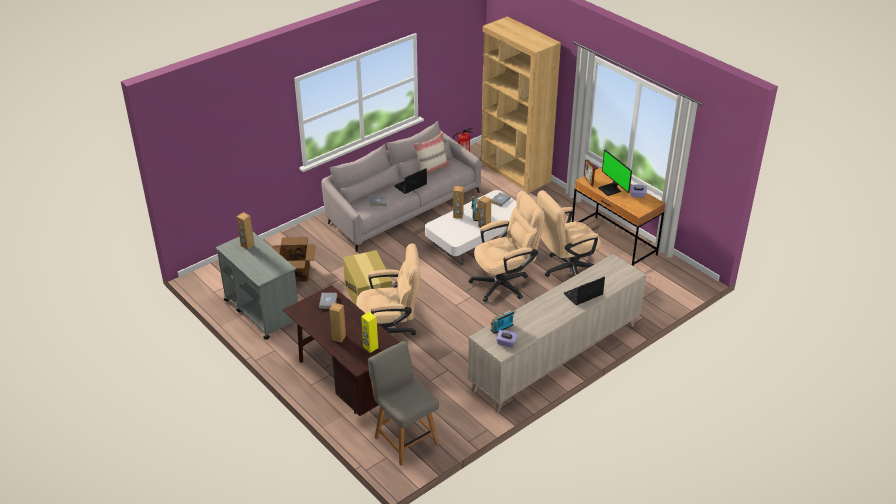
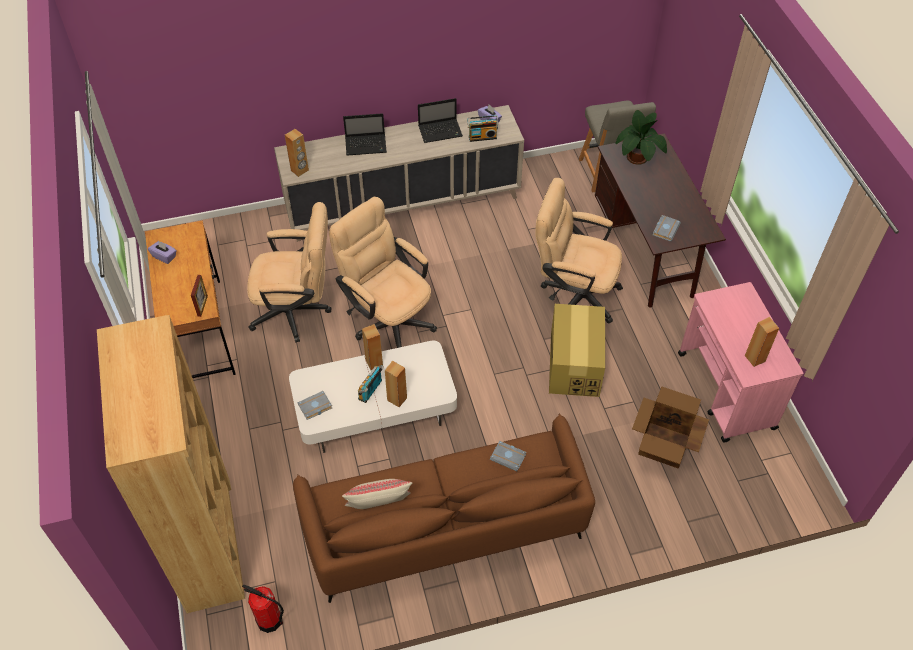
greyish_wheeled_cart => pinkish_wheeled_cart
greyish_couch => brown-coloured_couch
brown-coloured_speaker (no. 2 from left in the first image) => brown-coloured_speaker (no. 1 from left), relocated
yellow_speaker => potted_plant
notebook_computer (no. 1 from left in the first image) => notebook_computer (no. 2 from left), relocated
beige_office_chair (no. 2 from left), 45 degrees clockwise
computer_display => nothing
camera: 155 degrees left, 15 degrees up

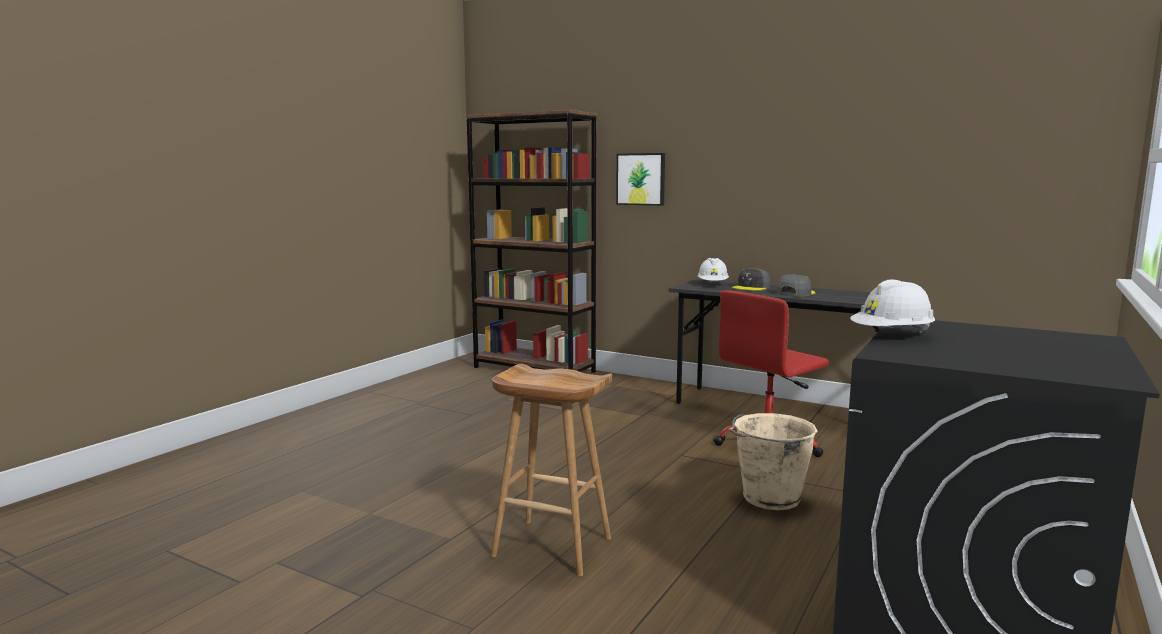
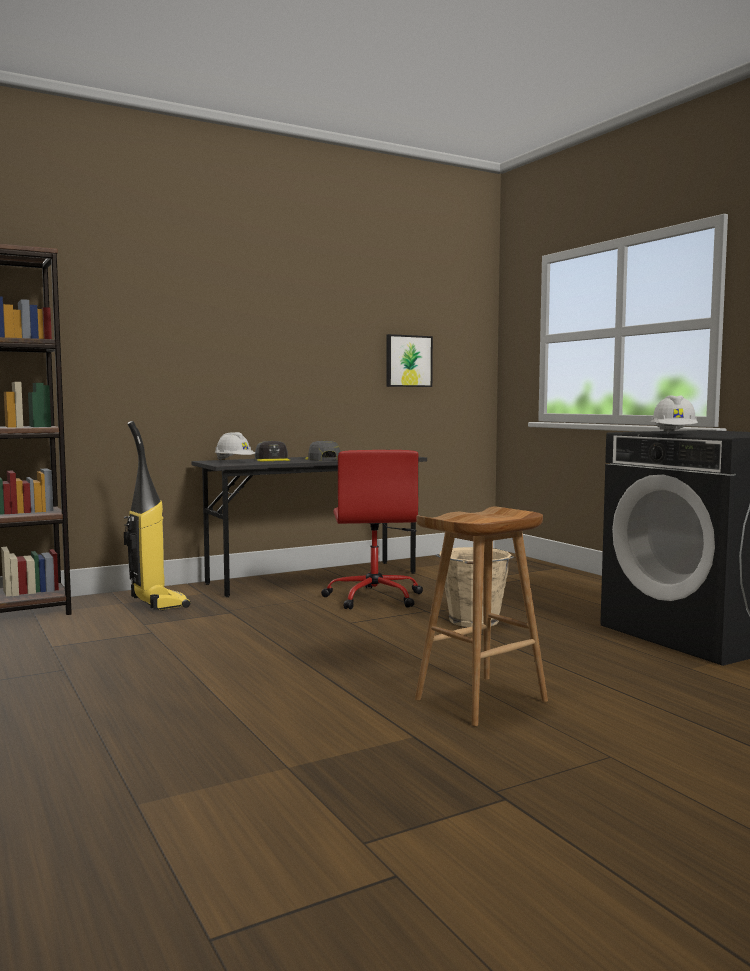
picture, relocated
nothing => vacuum
camera: 60 degrees left, 5 degrees down

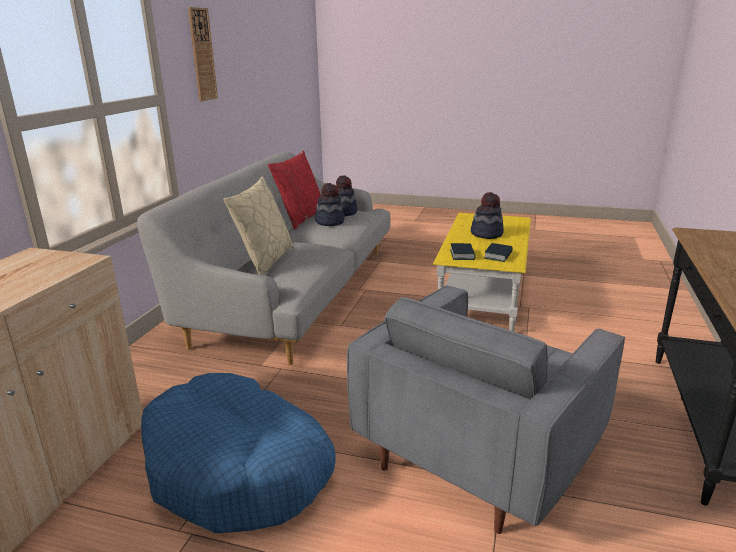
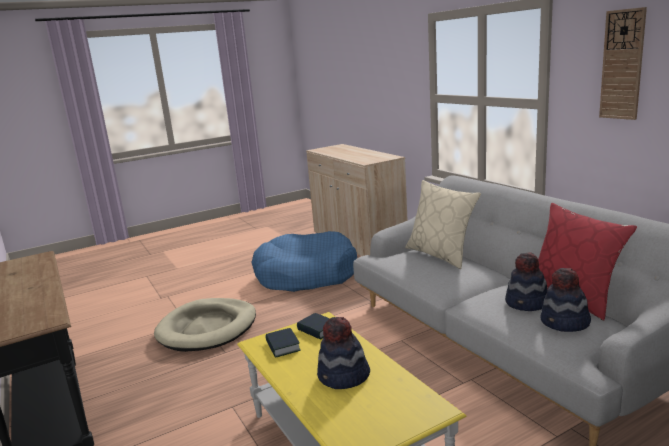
greyish_easy_chair => beige_pet_bed
camera: 135 degrees right, 5 degrees down

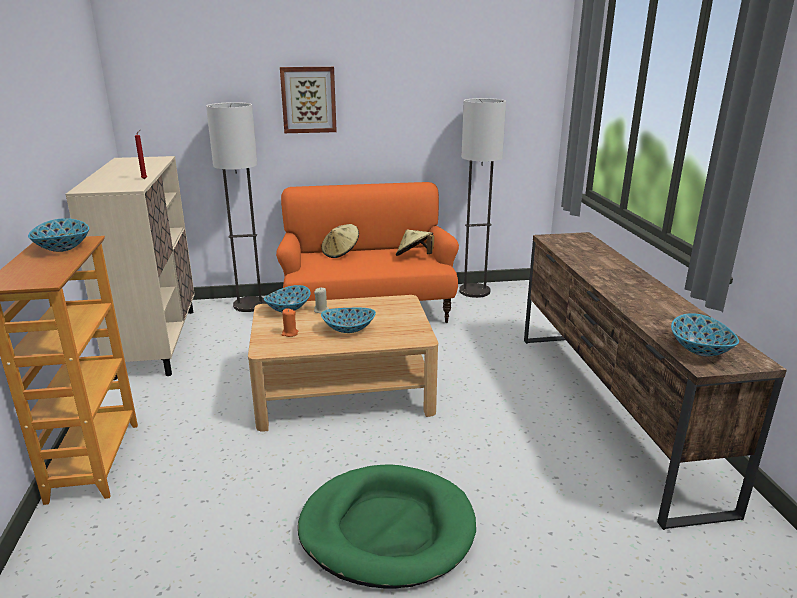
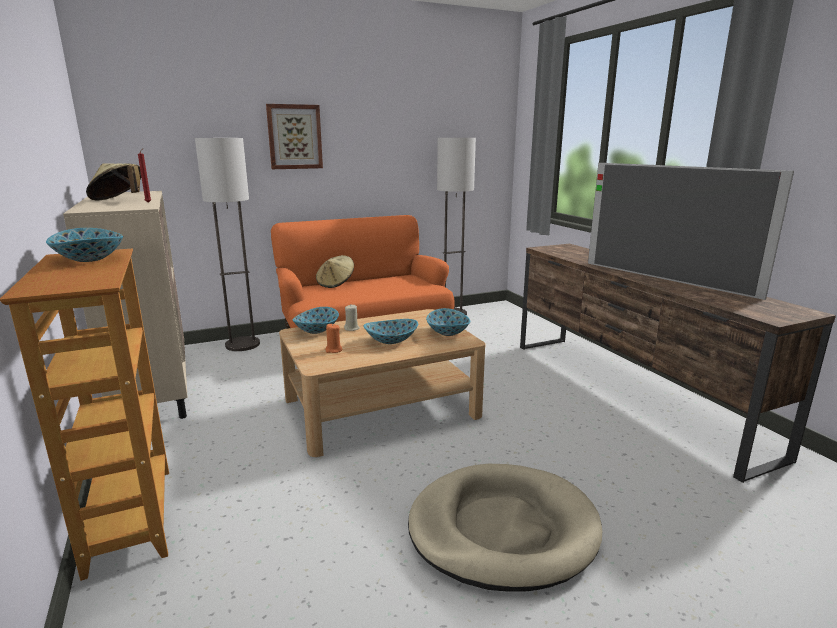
greenish_pet_bed => beige_pet_bed
beige_clothing_hat (no. 2 from left in the first image) => beige_clothing_hat (no. 1 from left), relocated
deep_dish (no. 4 from left), relocated
nothing => TV_set
camera: 15 degrees left, 5 degrees down

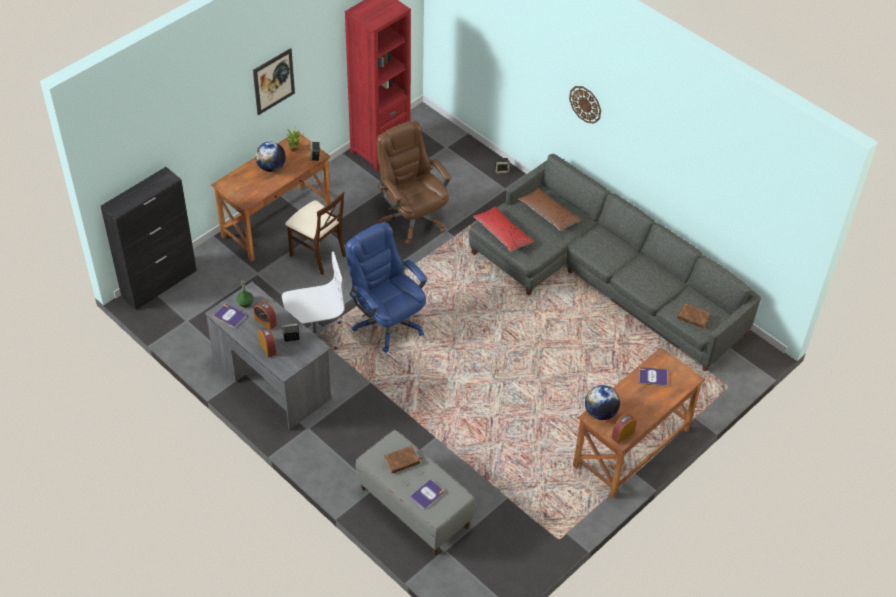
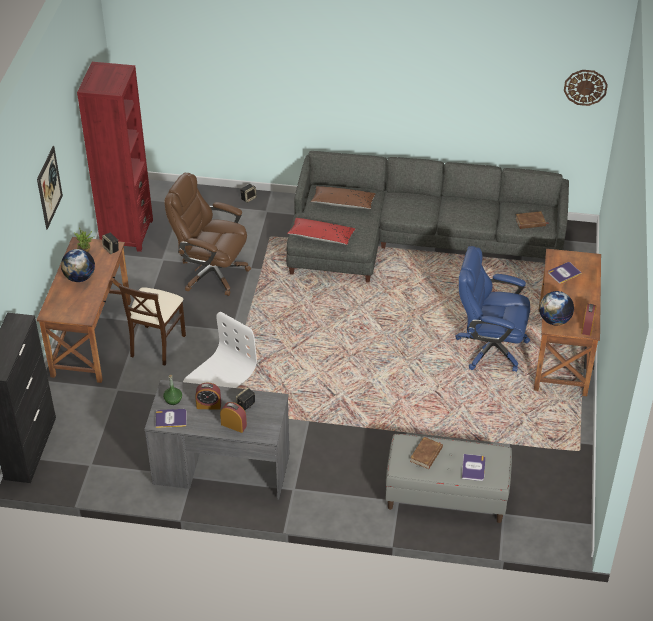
beige_upright_chair, 105 degrees clockwise
bluish_office_chair, relocated
wall_clock, relocated
camera: 35 degrees left, 5 degrees down

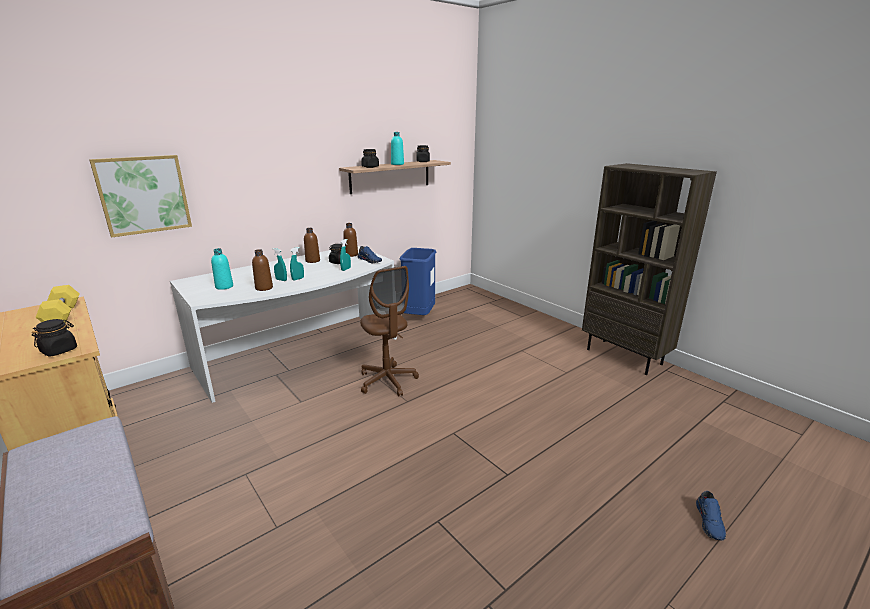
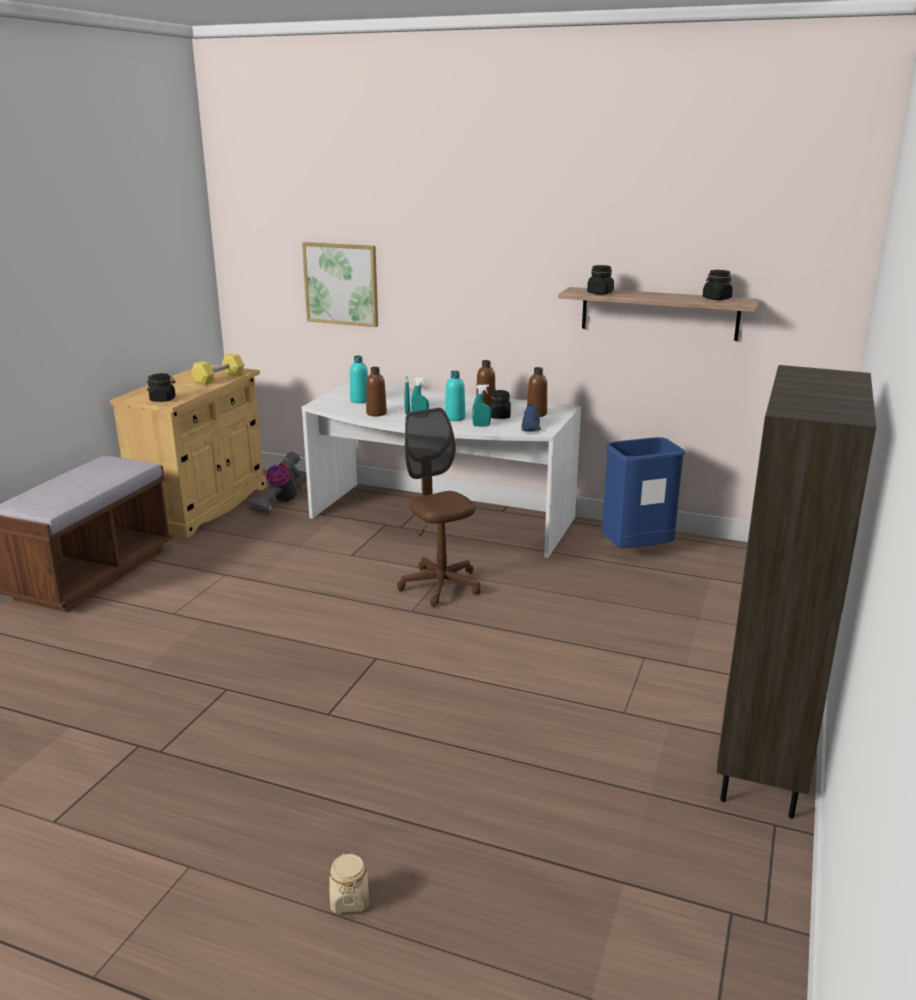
brown-coloured_office_chair, 120 degrees clockwise
blue-green_bottle (no. 2 from left), relocated
bluish_item_of_footwear (no. 2 from left) => beige_storage_jar
nothing => vacuum
camera: 60 degrees right, 0 degrees up

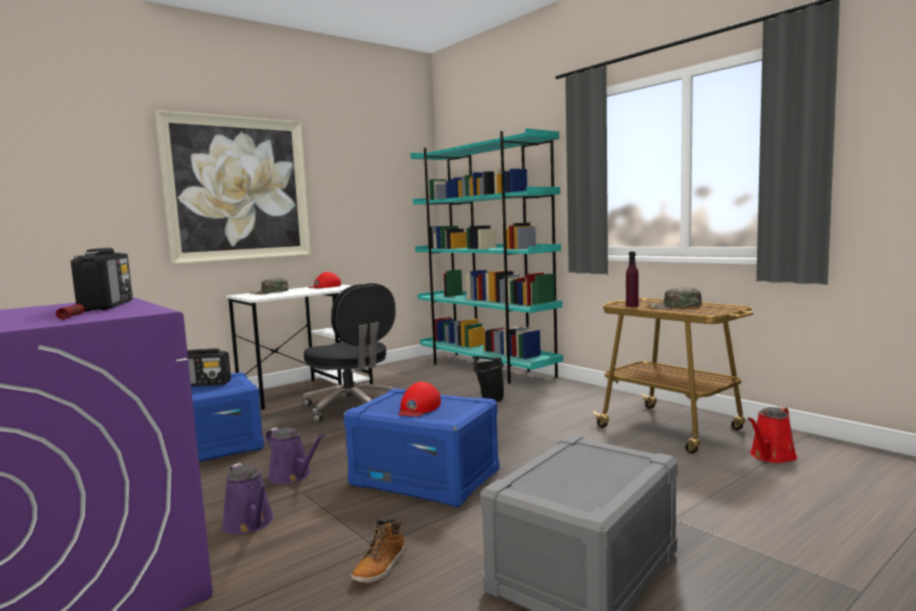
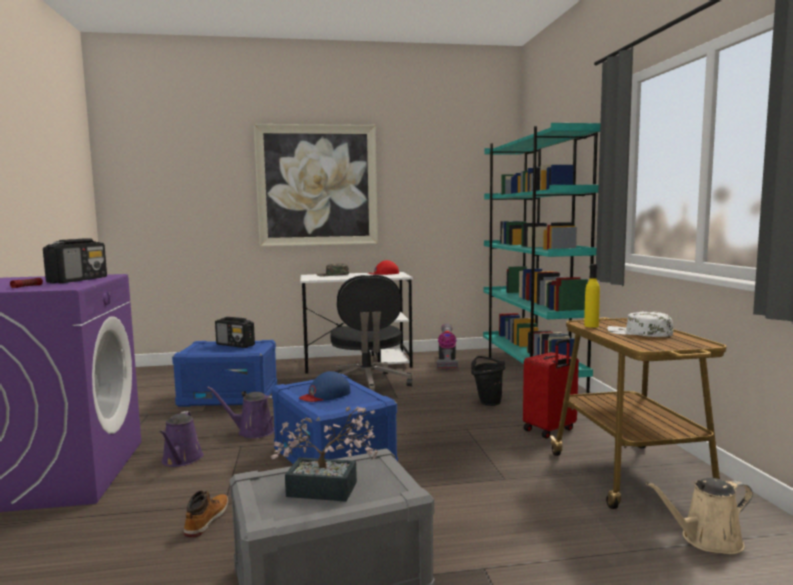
purple_watering_pot (no. 2 from left), 120 degrees clockwise
tall_boot, 135 degrees clockwise
red-coloured_peaked_cap (no. 2 from left) => bluish_peaked_cap
purple_bottle => yellow_bottle
greenish_peaked_cap (no. 2 from left) => white_peaked_cap
red-coloured_watering_pot => beige_watering_pot
nothing => potted_plant
nothing => vacuum
nothing => red-coloured_piece_of_luggage
camera: 30 degrees right, 0 degrees up

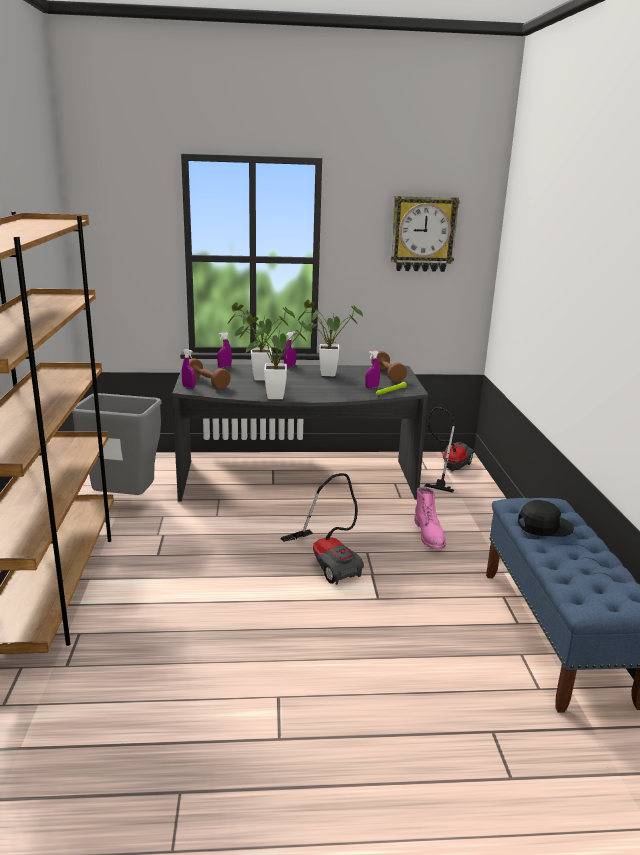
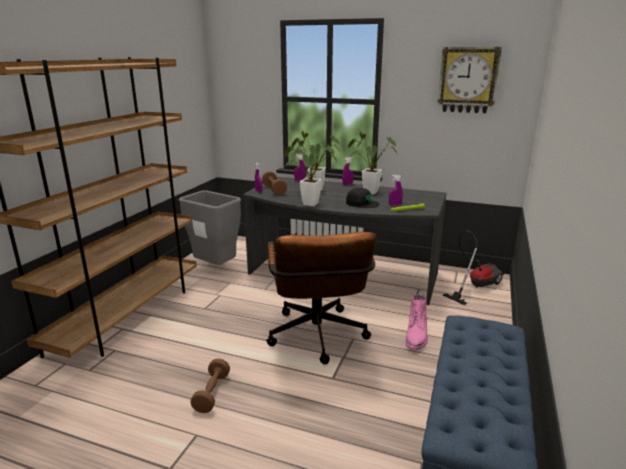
vacuum (no. 1 from left) => brown-coloured_office_chair
brown-coloured_free_weight (no. 2 from left in the first image) => brown-coloured_free_weight (no. 1 from left), relocated
blackish_peaked_cap, relocated
camera: 25 degrees right, 0 degrees up

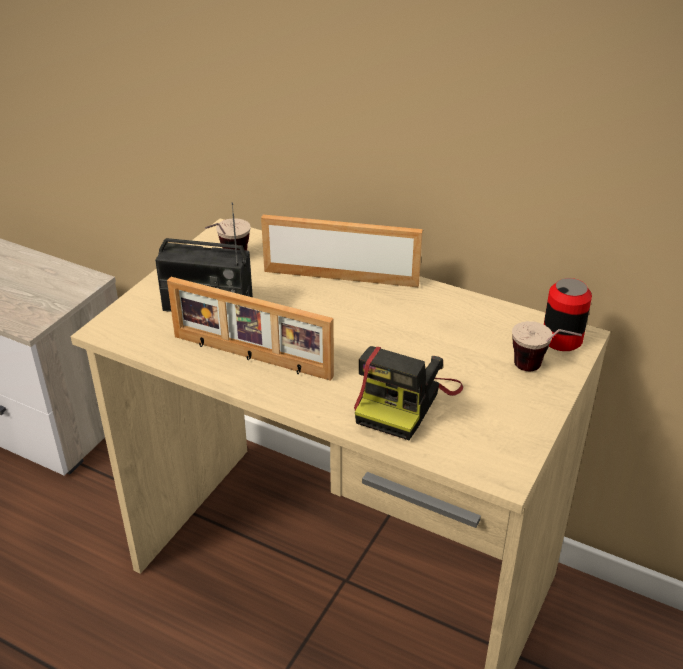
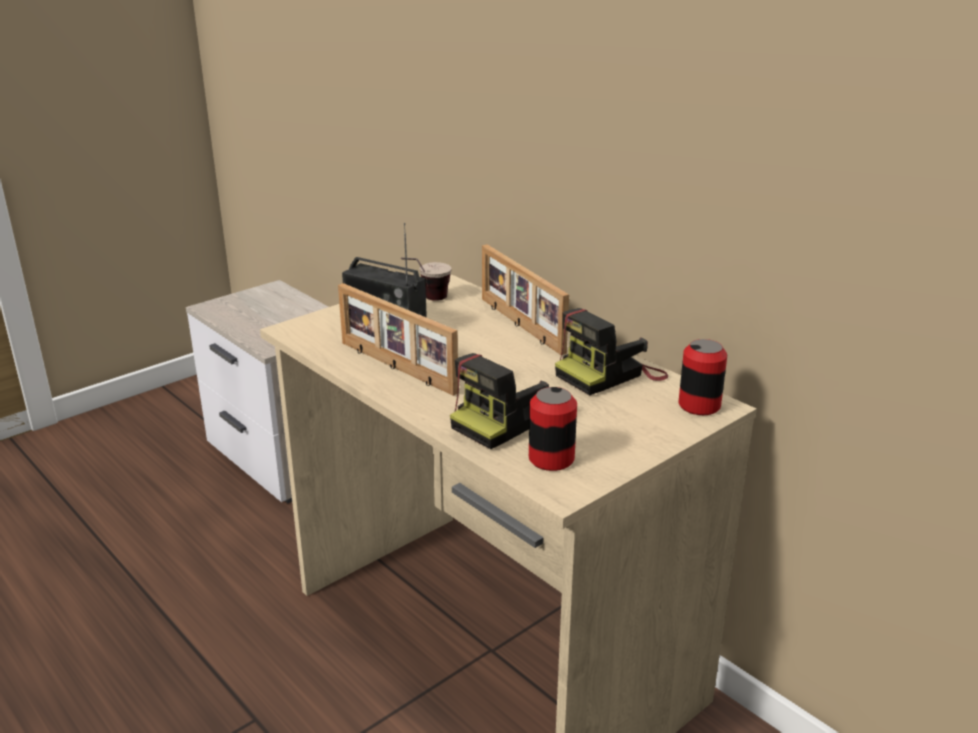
photo_frame (no. 2 from left), 150 degrees counterclockwise
cup (no. 2 from left) => nothing
nothing => metal_can (no. 1 from left)
nothing => still_camera (no. 2 from left)
camera: 20 degrees right, 10 degrees down

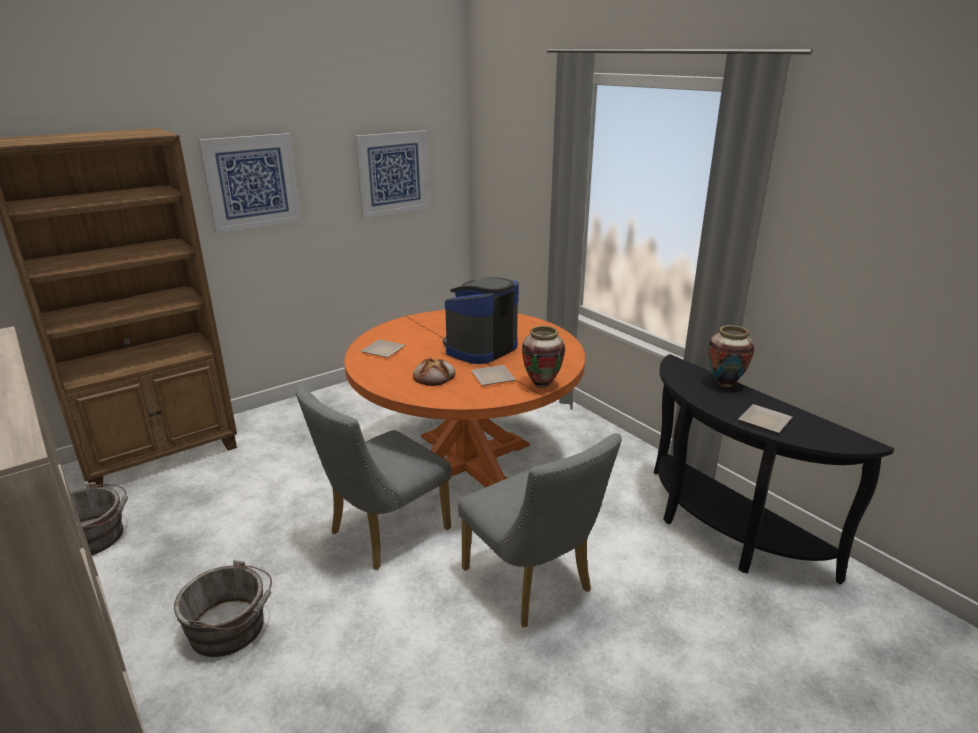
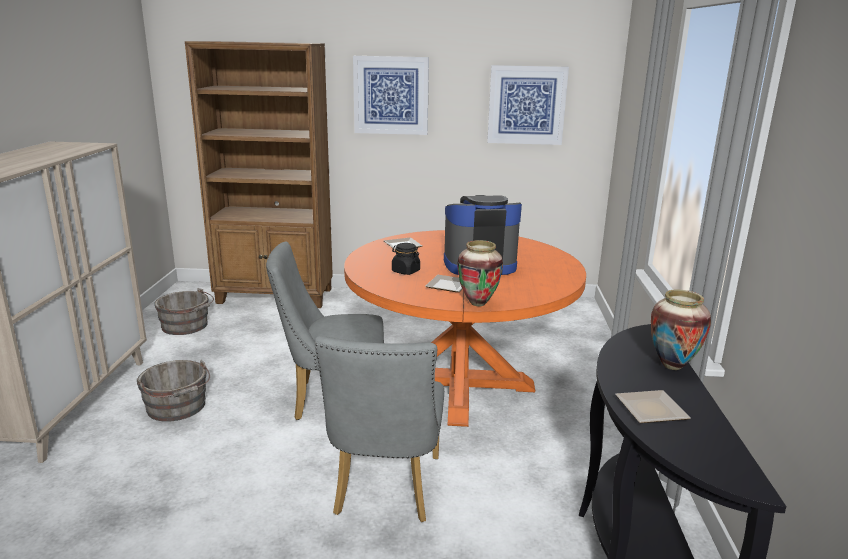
bread => blackish_storage_jar
camera: 40 degrees right, 5 degrees down

